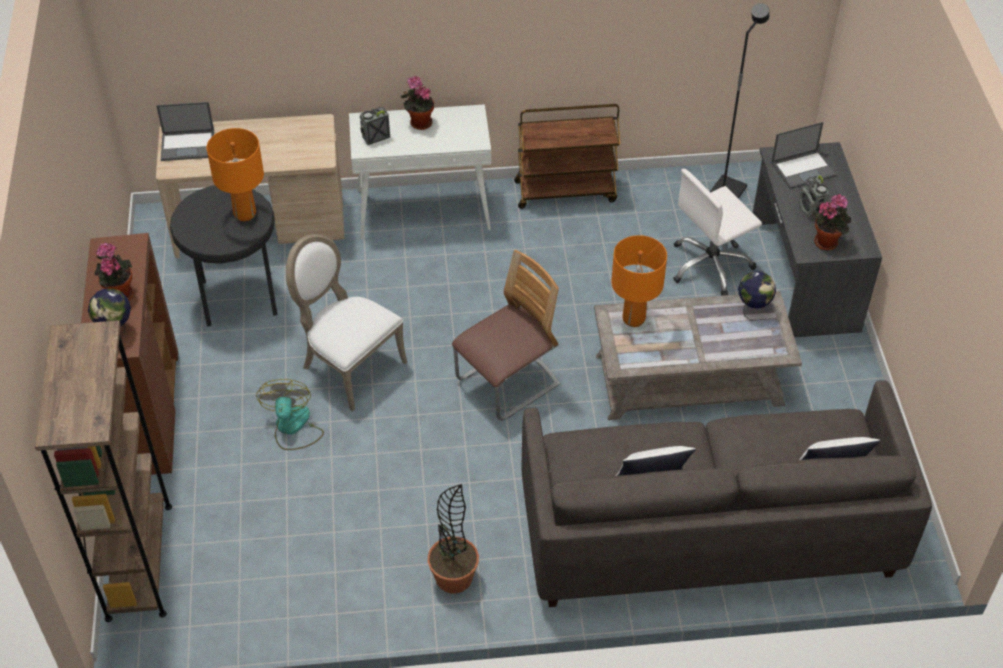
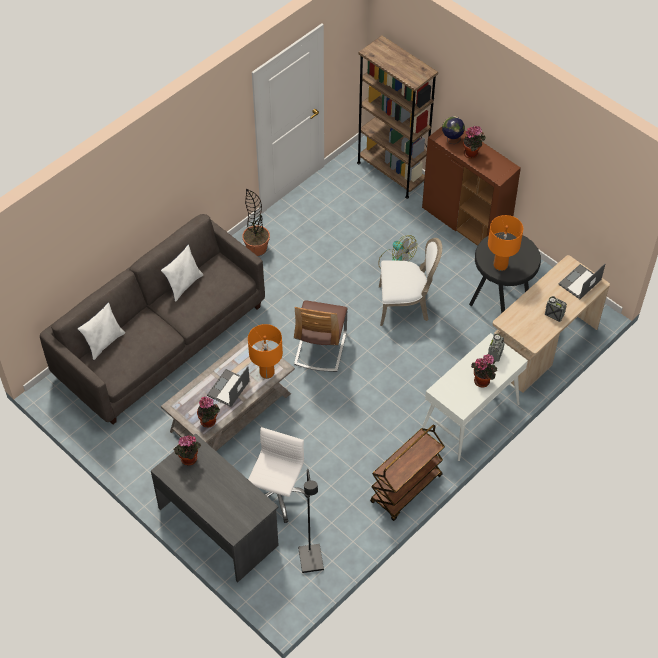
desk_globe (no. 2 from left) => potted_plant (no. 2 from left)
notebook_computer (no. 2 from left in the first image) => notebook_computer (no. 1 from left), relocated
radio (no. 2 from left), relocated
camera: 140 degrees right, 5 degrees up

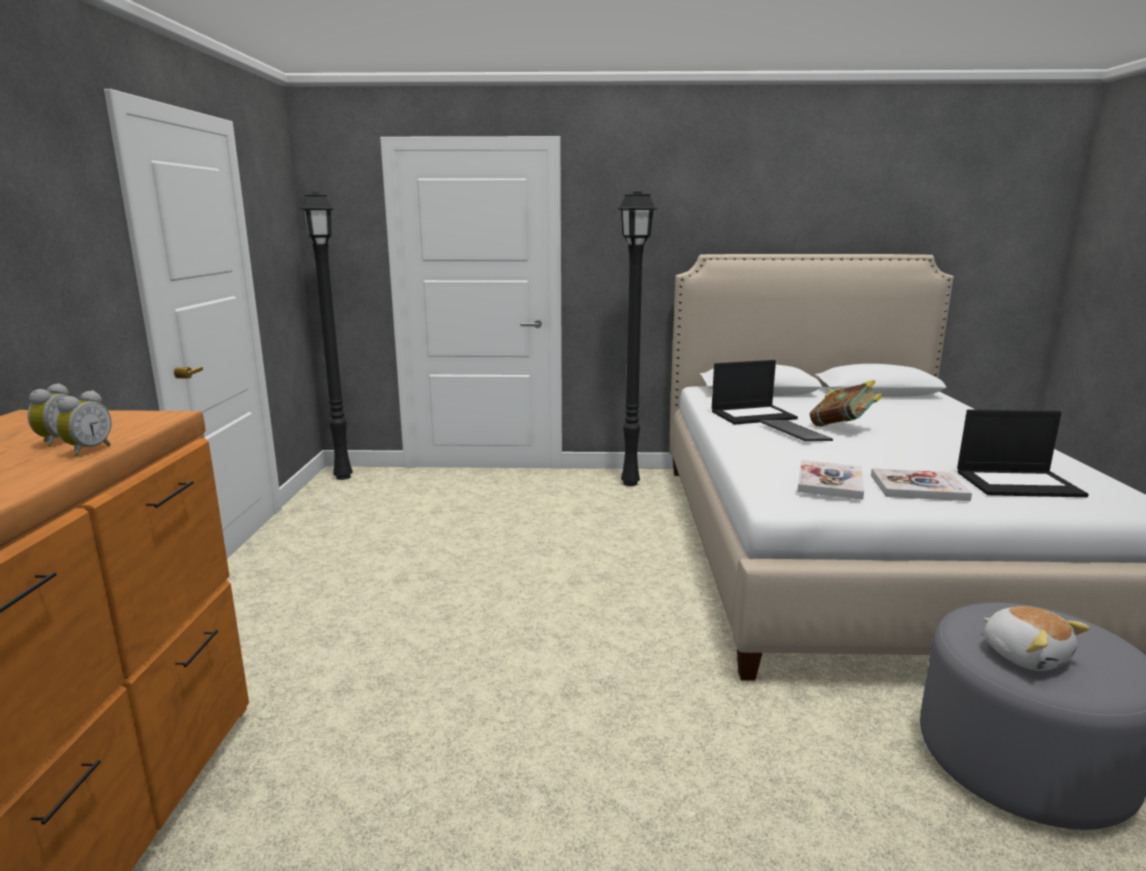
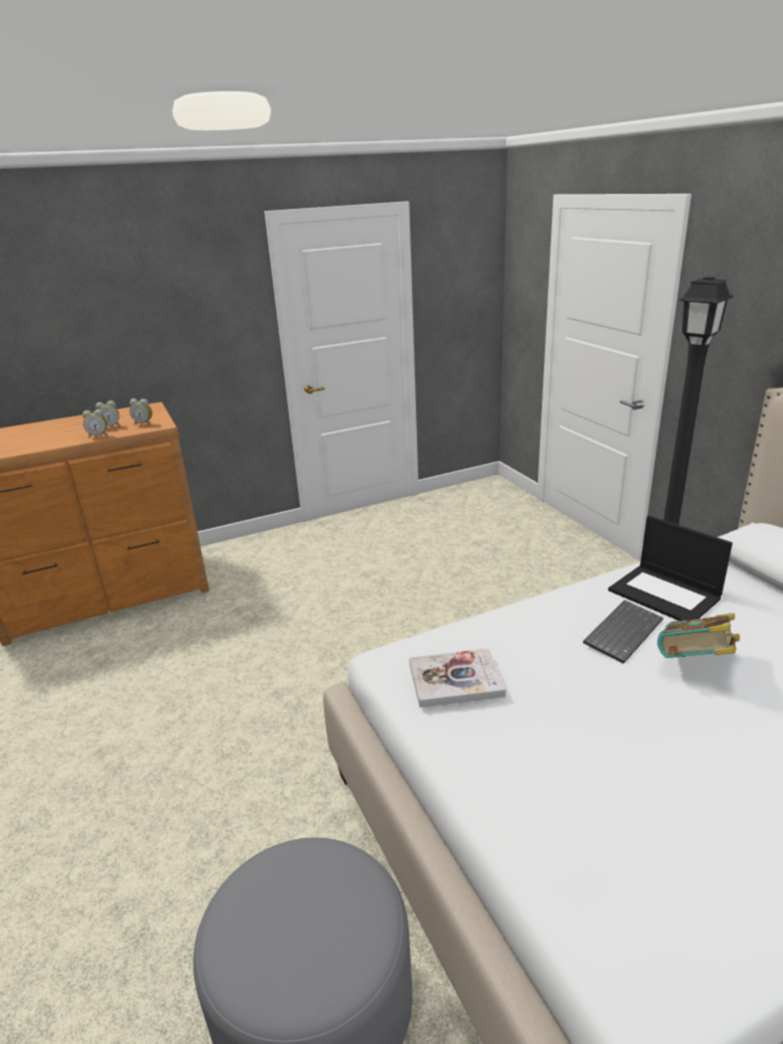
blackish_standard_lamp (no. 1 from left) => nothing
volume (no. 3 from left) => nothing
notebook_computer (no. 2 from left) => nothing
soft_toy => nothing
nothing => alarm_clock (no. 3 from left)
camera: 65 degrees right, 10 degrees up

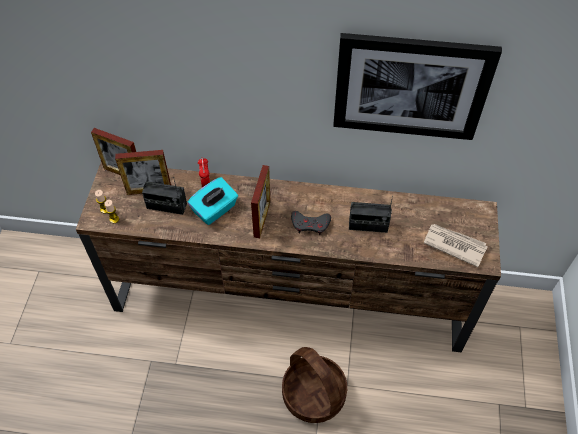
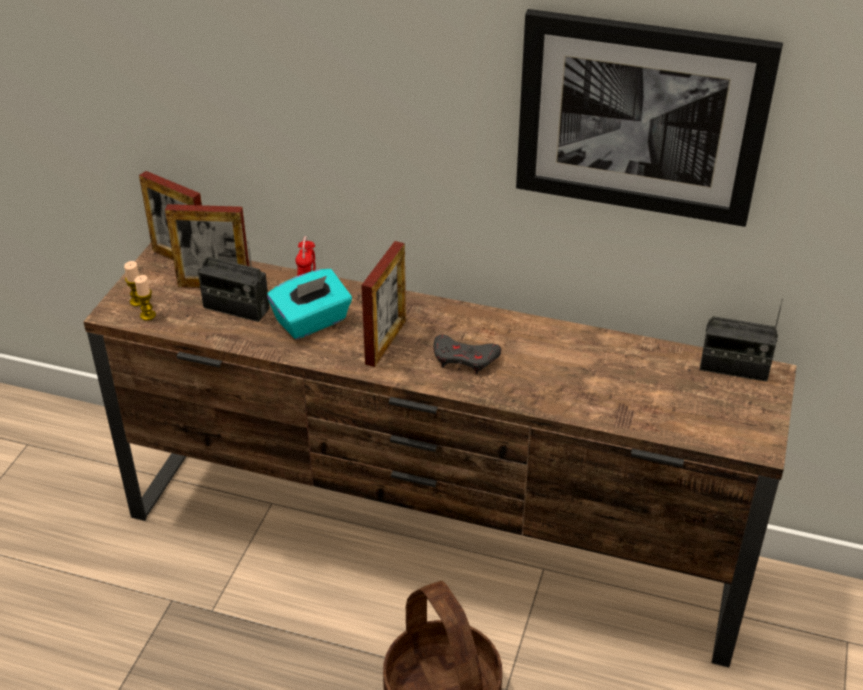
radio (no. 2 from left), relocated
newspaper => nothing
camera: 10 degrees right, 15 degrees down

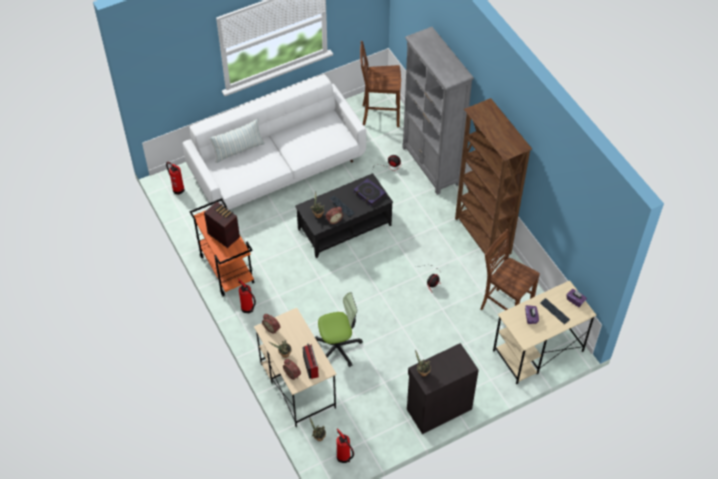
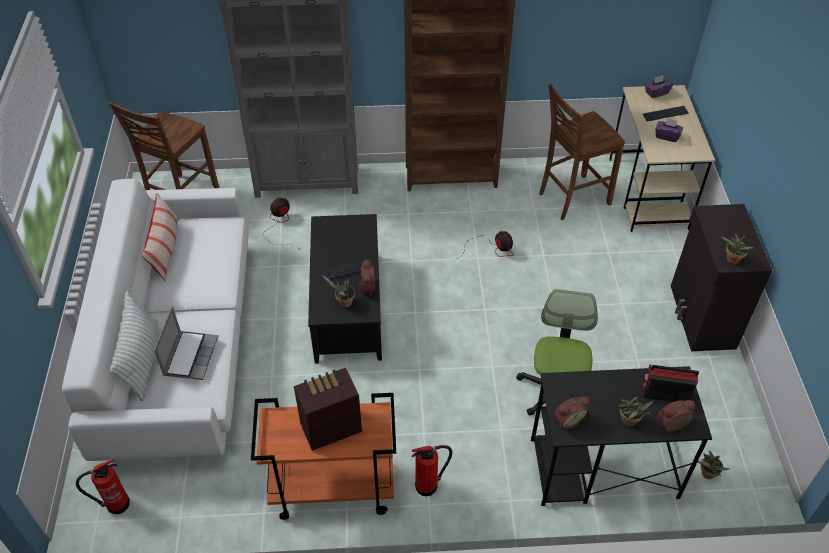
beige_desk (no. 1 from left) => blackish_desk
fire_extinguisher (no. 3 from left) => nothing
volume => nothing
nothing => throw_pillow (no. 2 from left)
nothing => notebook_computer
camera: 65 degrees left, 5 degrees down

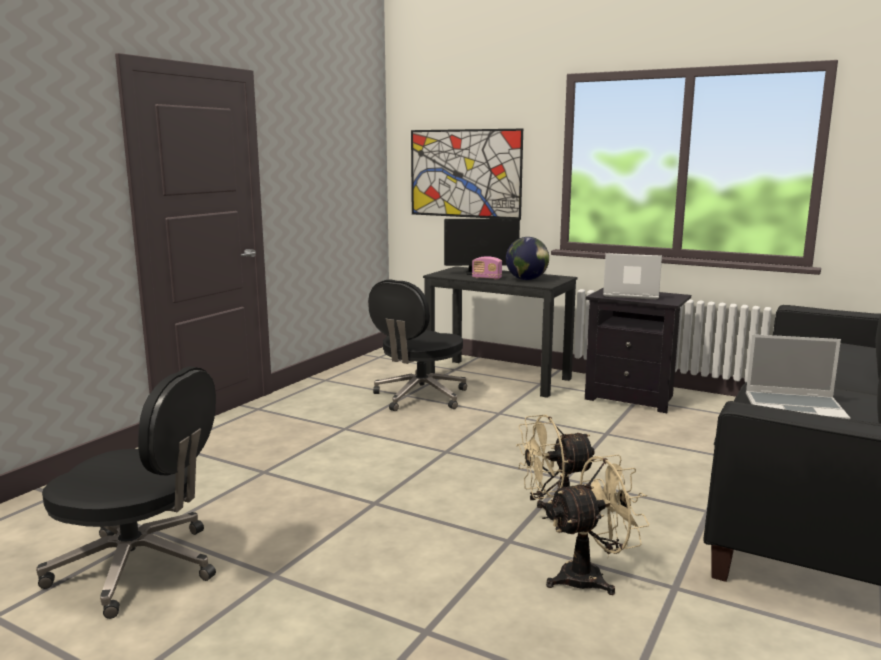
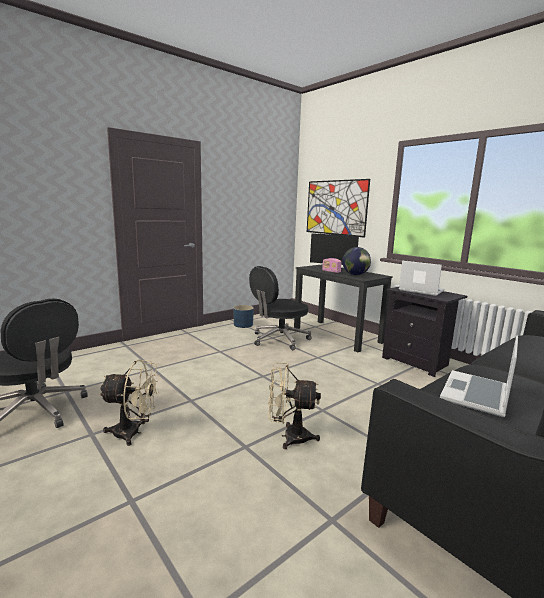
beige_fan (no. 2 from left in the first image) => beige_fan (no. 1 from left), relocated
notebook_computer (no. 2 from left), 90 degrees clockwise
nothing => bluish_planter
camera: 20 degrees right, 0 degrees up

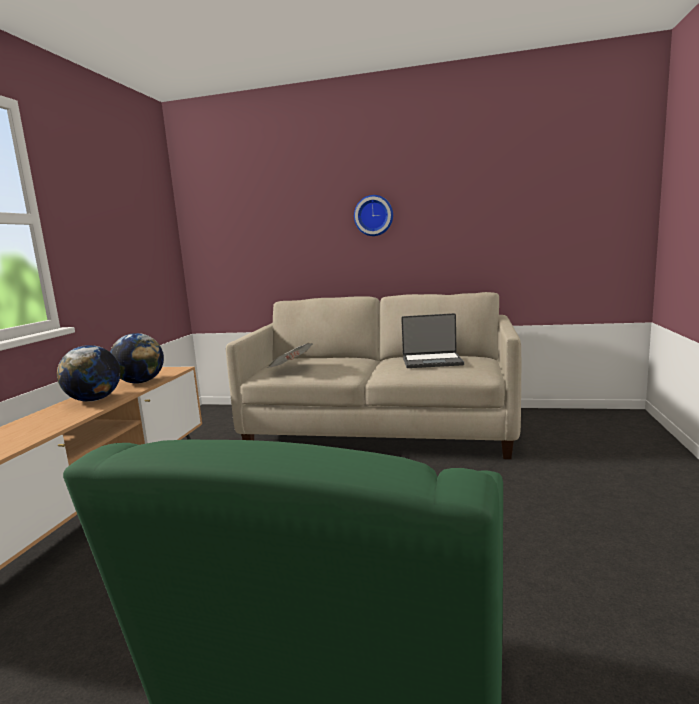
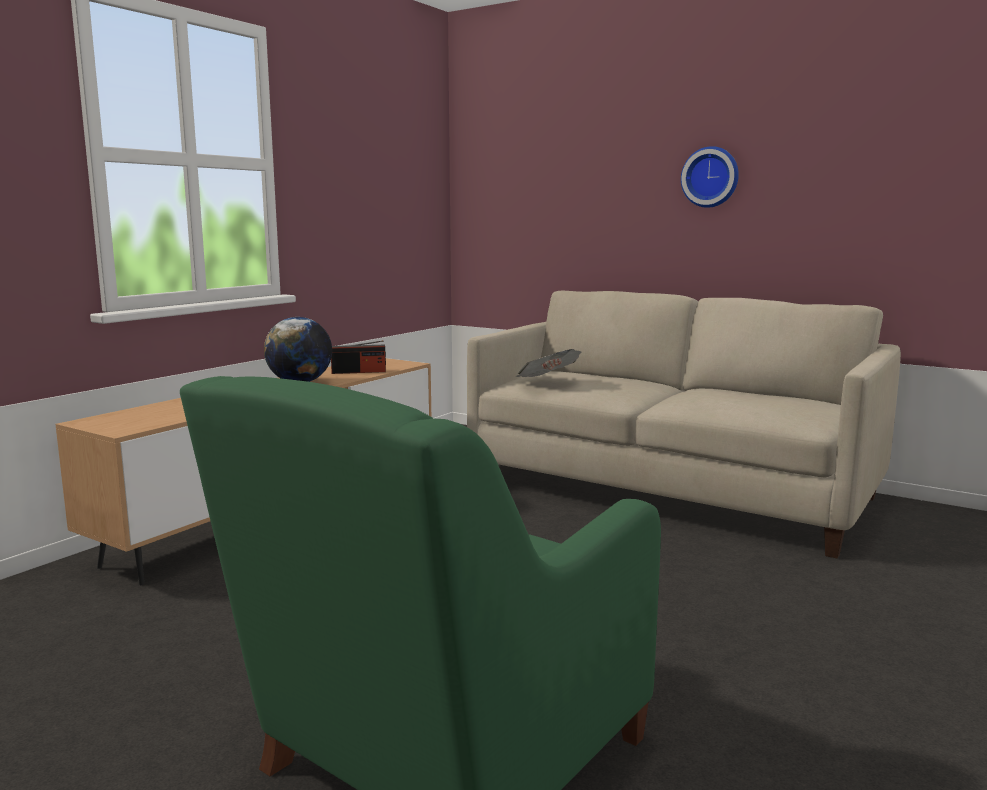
desk_globe (no. 2 from left) => radio
notebook_computer => nothing
camera: 20 degrees right, 0 degrees up

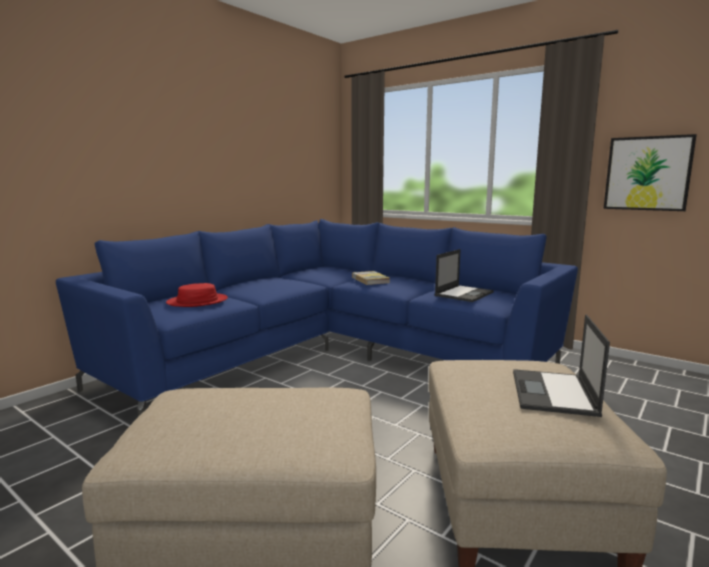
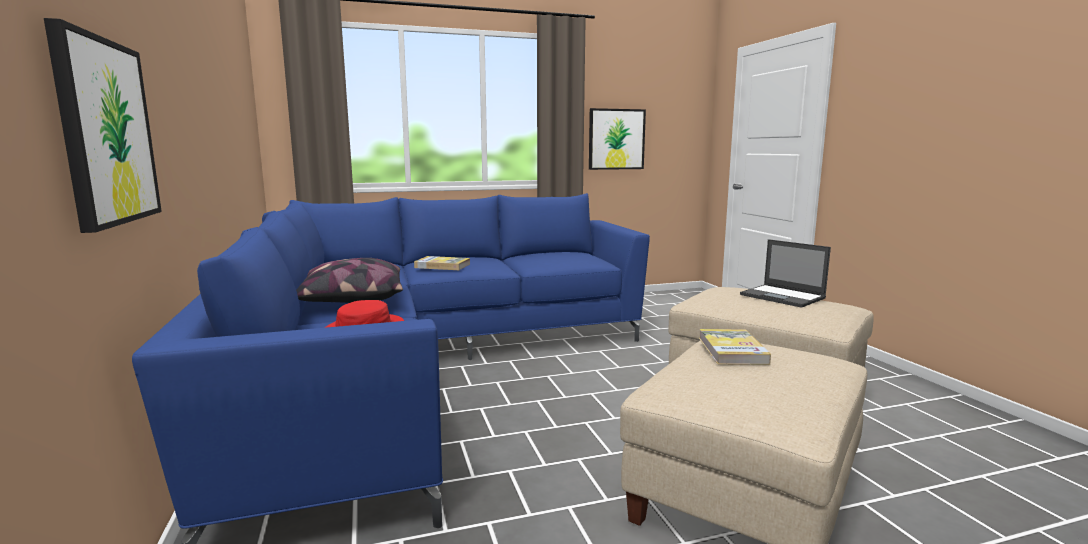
notebook_computer (no. 1 from left) => nothing
nothing => picture (no. 1 from left)
nothing => throw_pillow
nothing => volume (no. 2 from left)
camera: 55 degrees left, 0 degrees up

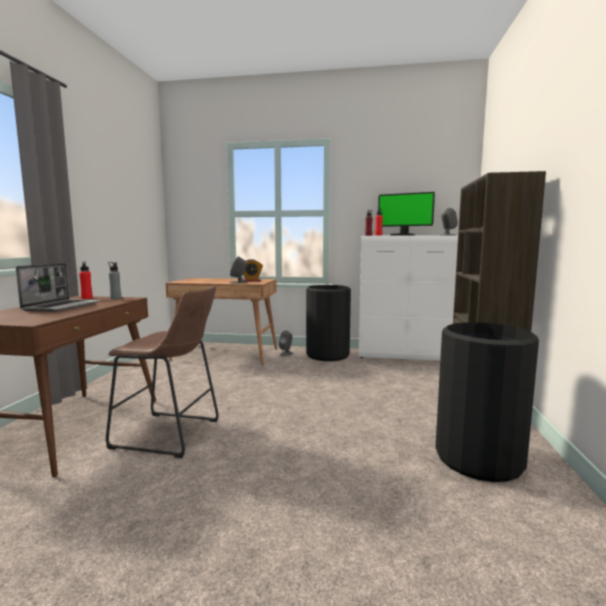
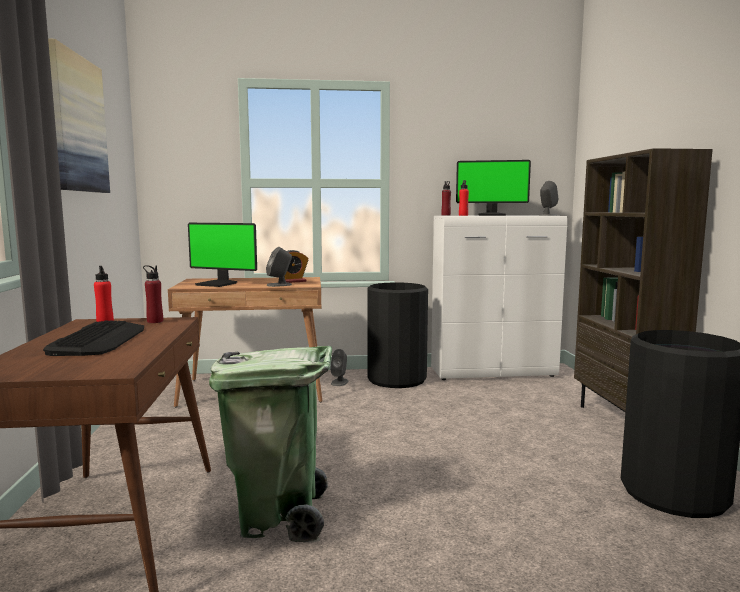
notebook_computer => keyboard
brown-coloured_stool_seat => greenish_rubbish_bin
greyish_bottle => red-coloured_bottle (no. 2 from left)
nothing => picture
nothing => computer_display (no. 1 from left)
camera: 15 degrees left, 0 degrees up

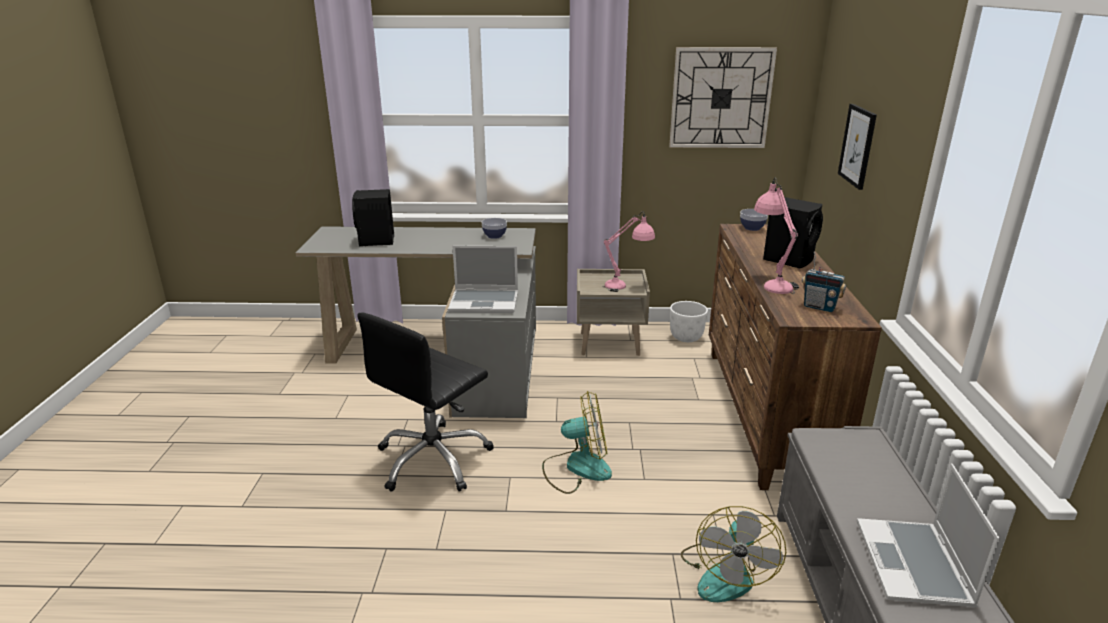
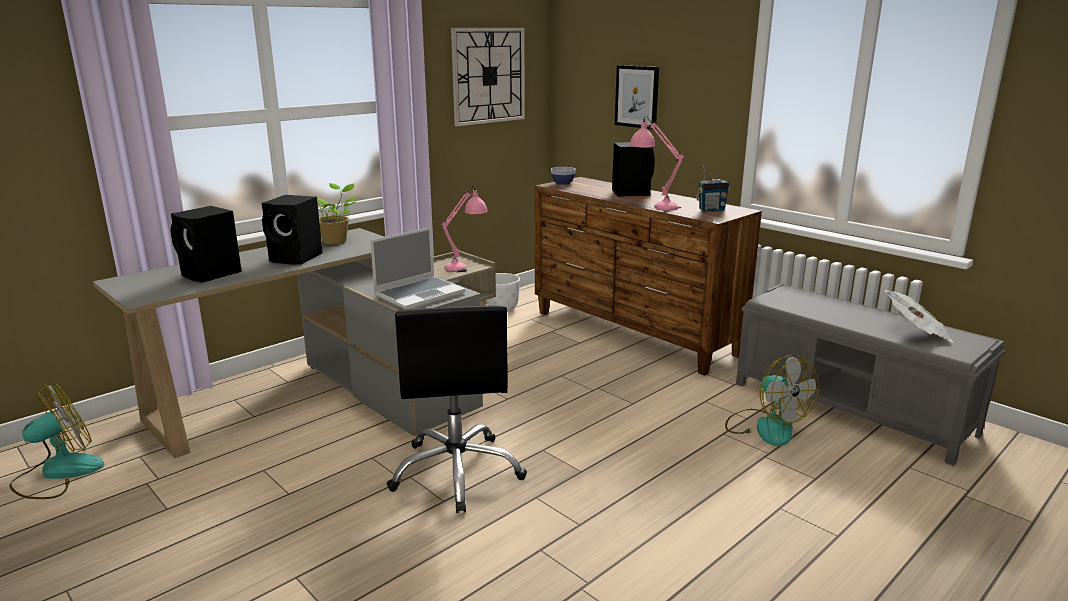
deep_dish (no. 1 from left) => potted_plant
fan (no. 1 from left), relocated
notebook_computer (no. 2 from left) => newspaper
nothing => blackish_speaker (no. 2 from left)
camera: 45 degrees left, 5 degrees down

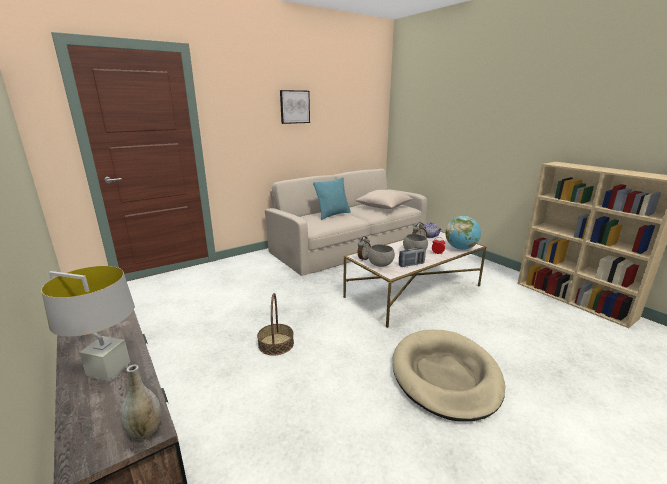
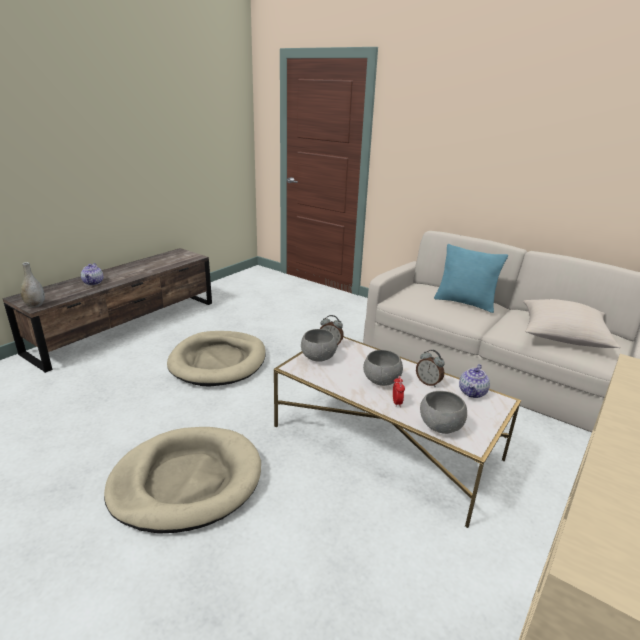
greyish_tabletop_lamp => tea_pot (no. 1 from left)
storage_basket => beige_pet_bed (no. 2 from left)
picture => nothing
radio => nothing
desk_globe => greyish_deep_dish (no. 3 from left)
camera: 70 degrees right, 5 degrees up

